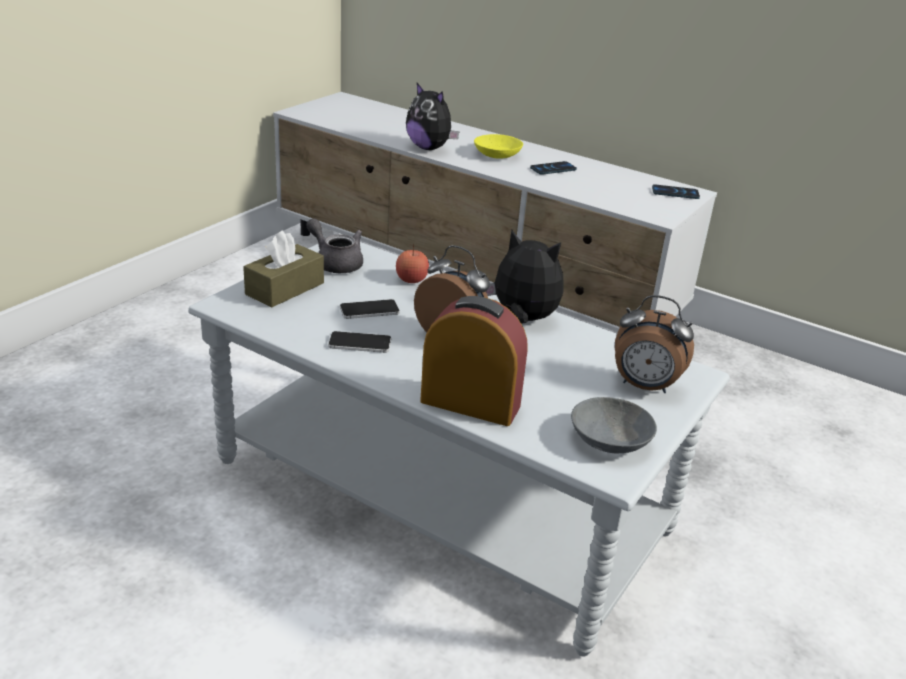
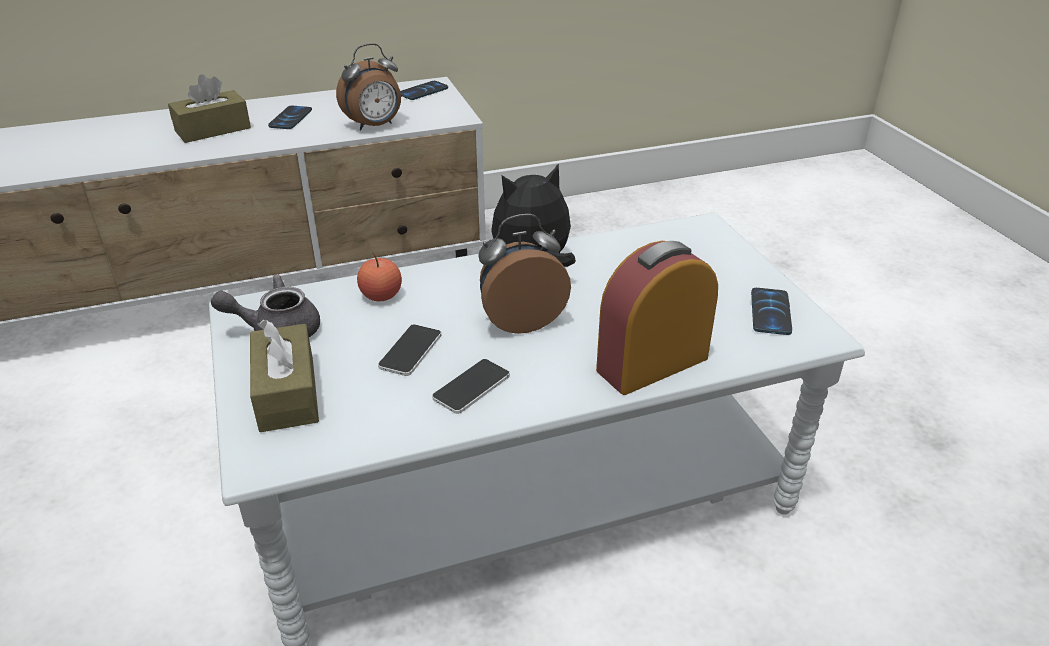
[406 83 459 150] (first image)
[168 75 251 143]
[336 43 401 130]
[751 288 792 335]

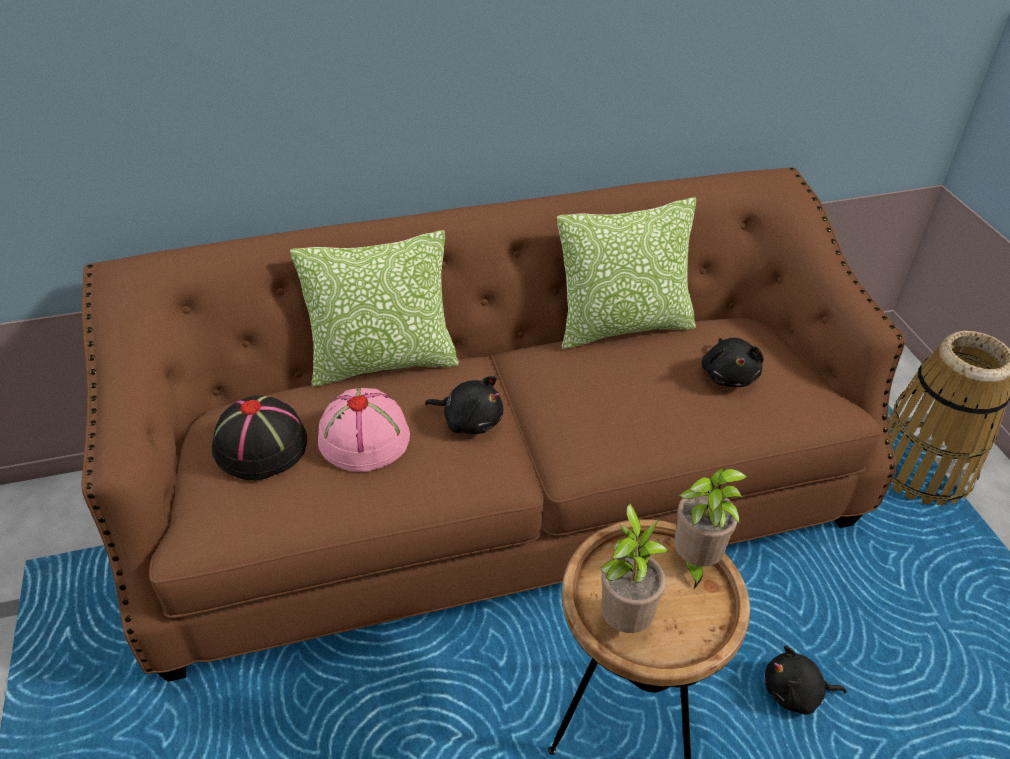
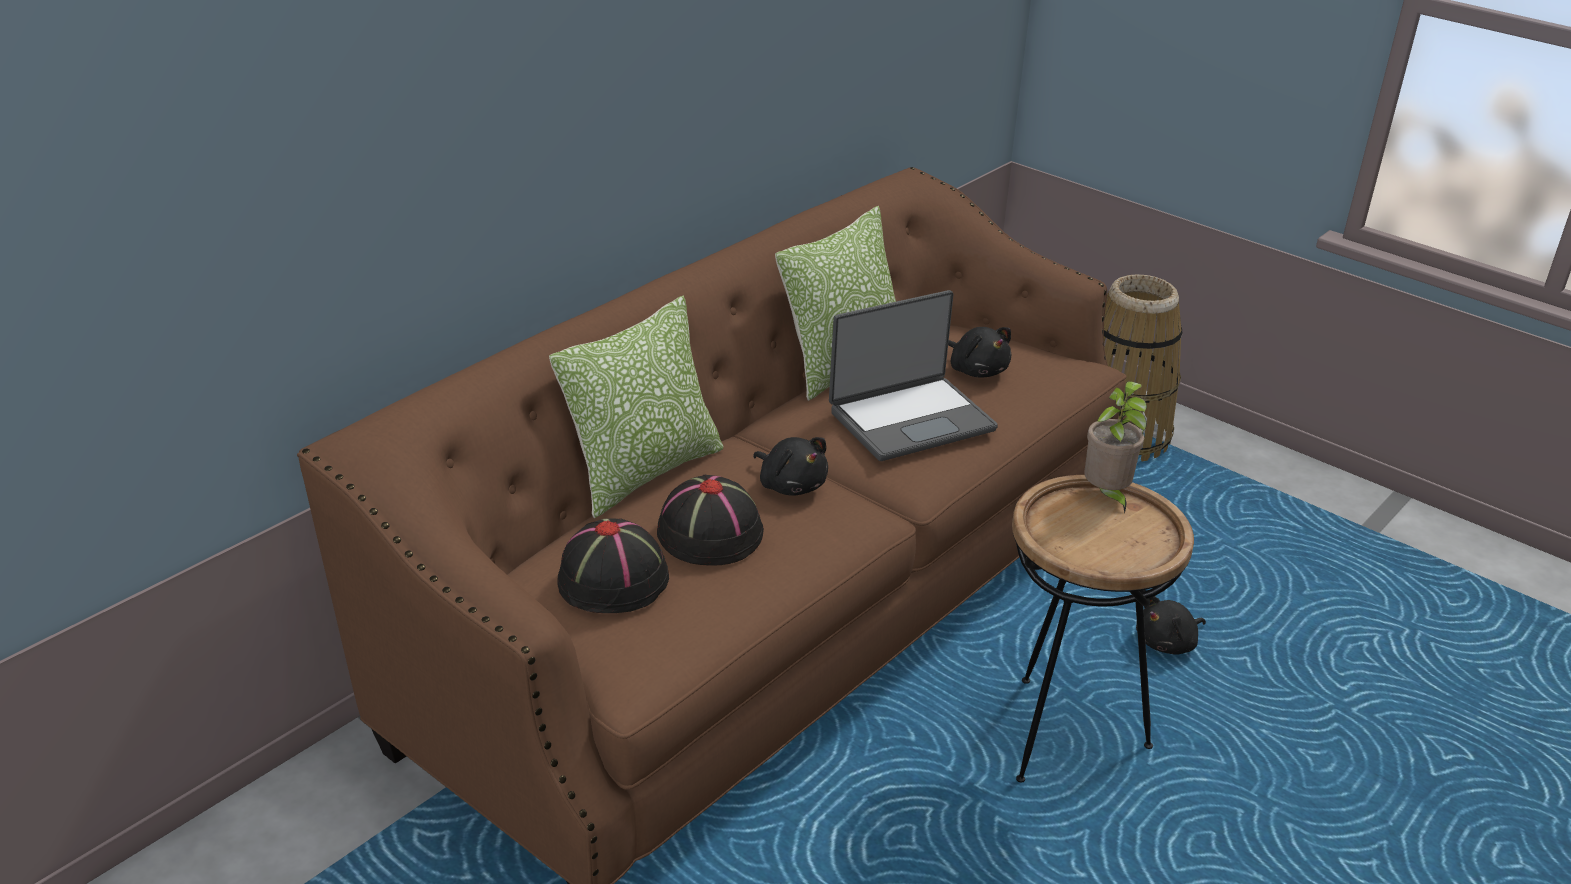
[753 437 828 496]
[657 475 764 566]
[600 504 669 633] (first image)
[829 290 998 461]

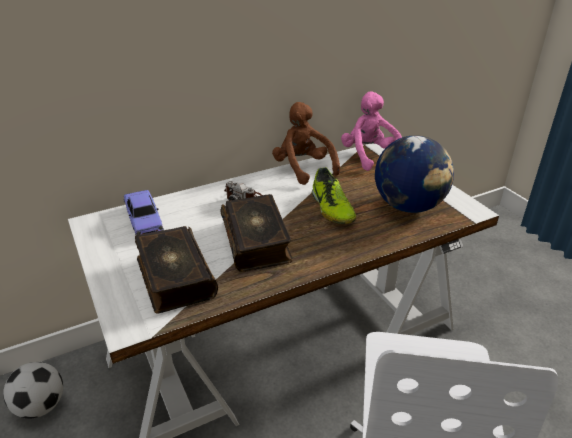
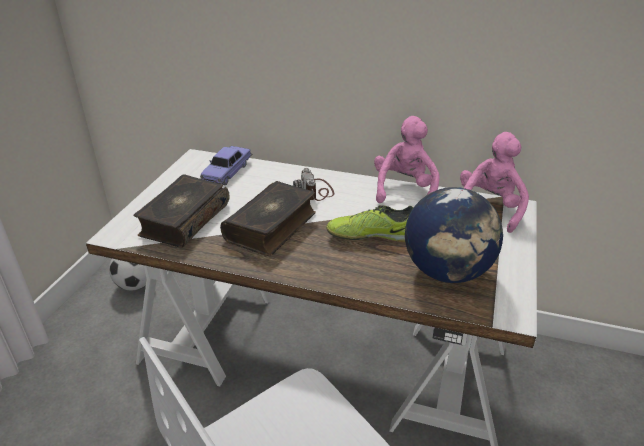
[374 116 440 203]
[326 205 413 242]

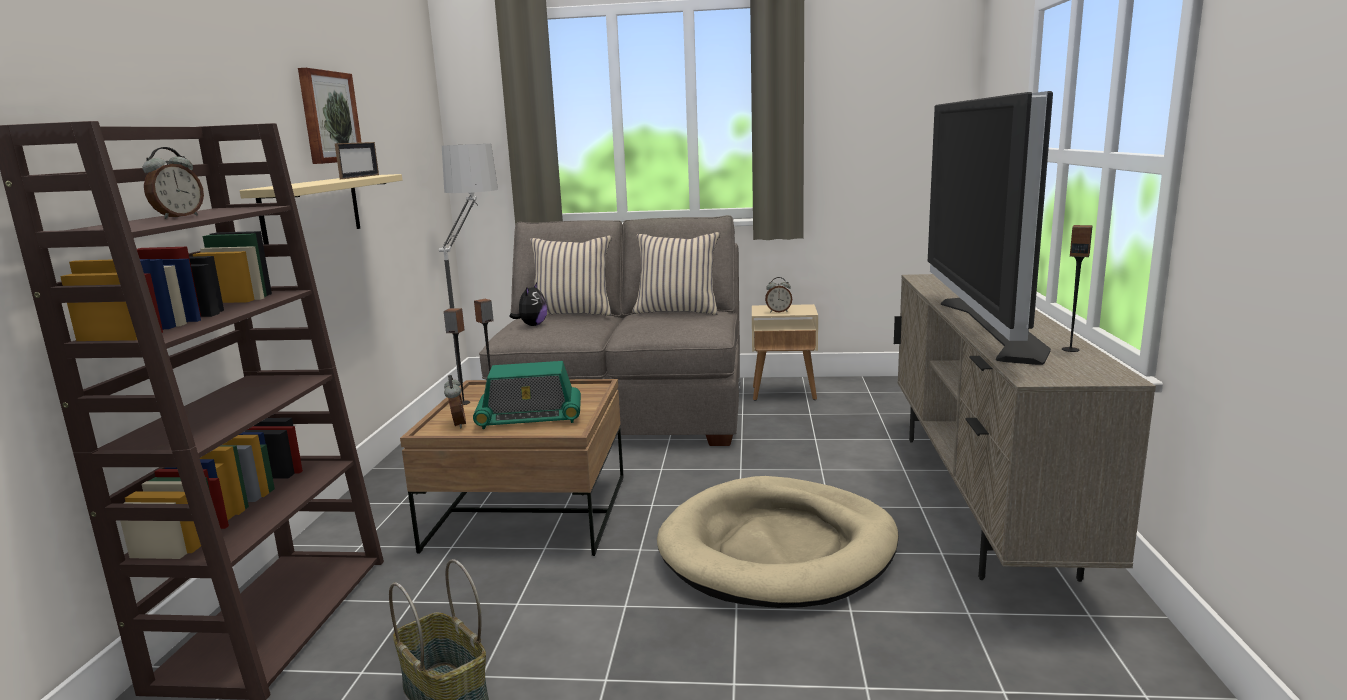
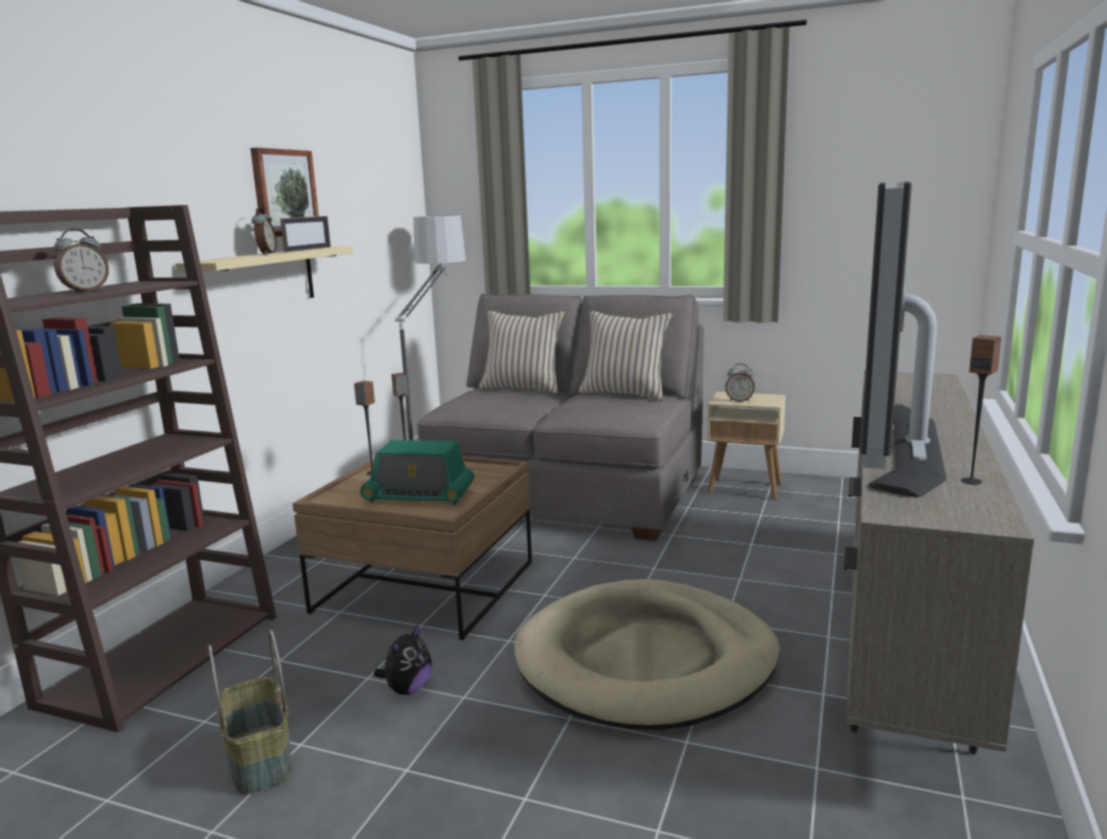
[374 624 432 695]
[251 207 277 255]

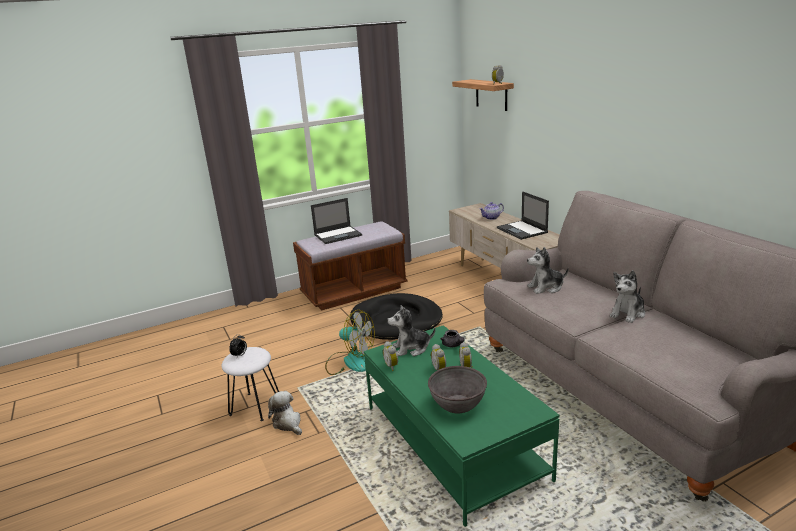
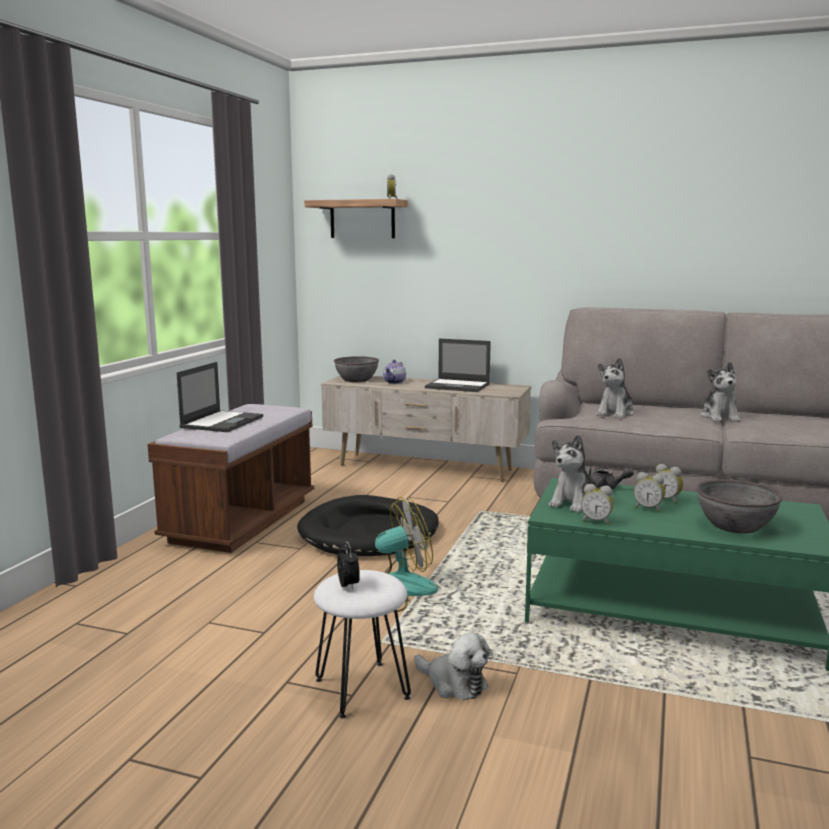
[414 632 490 700]
[334 356 379 382]

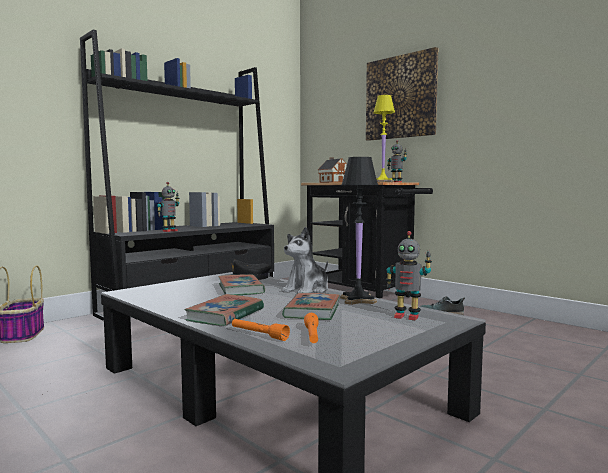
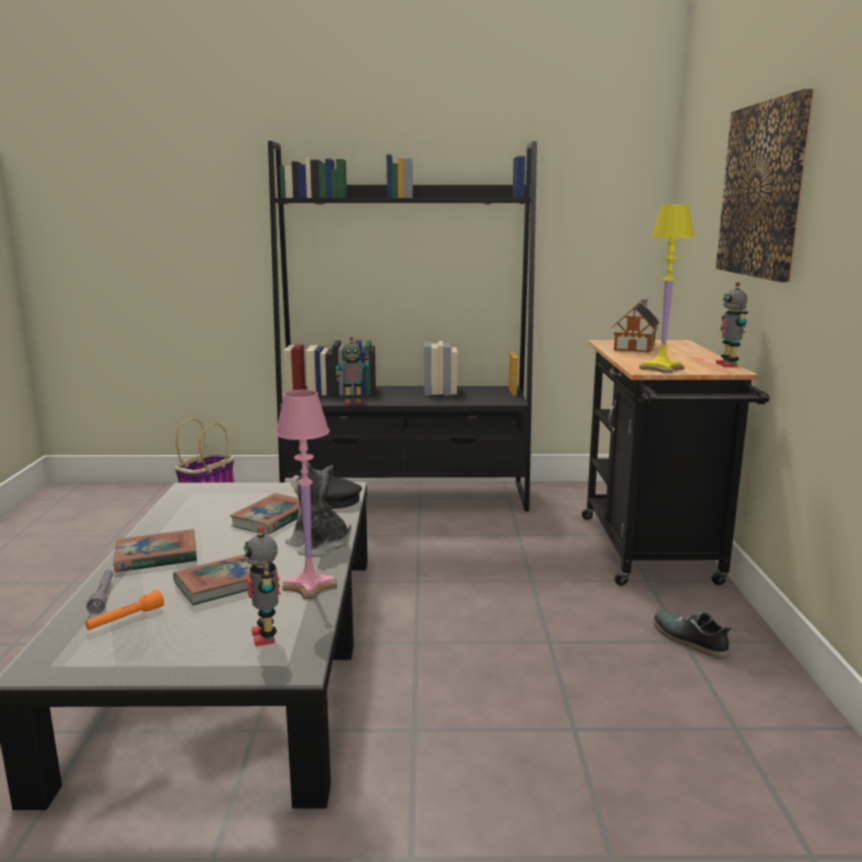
[276 390 337 600]
[286 462 351 557]
[86 570 113 614]

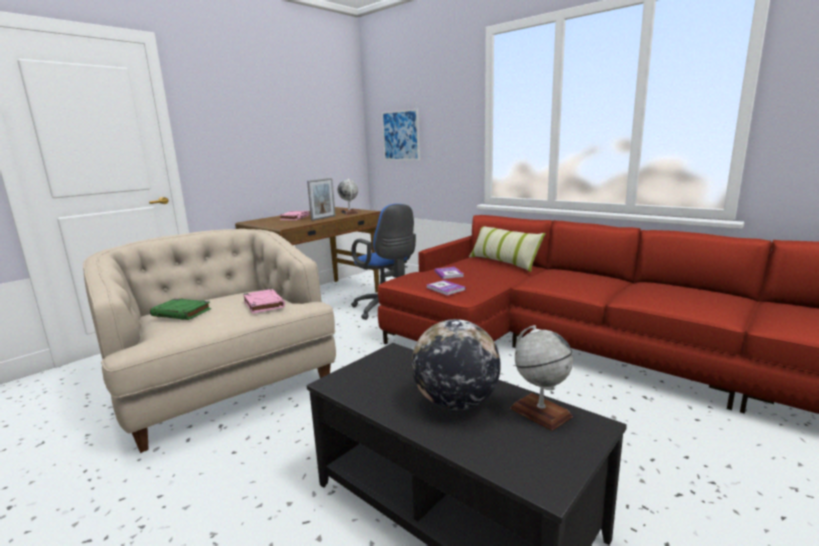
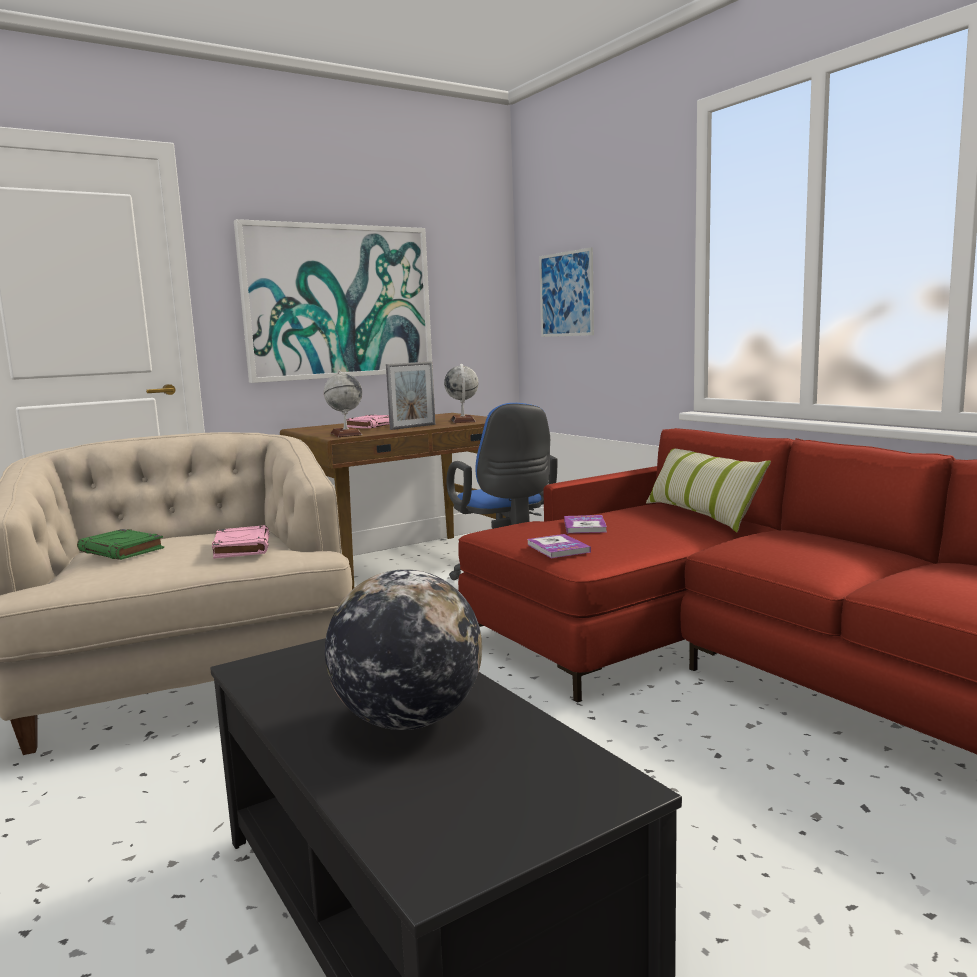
[324 371 362 437]
[234 219 433 383]

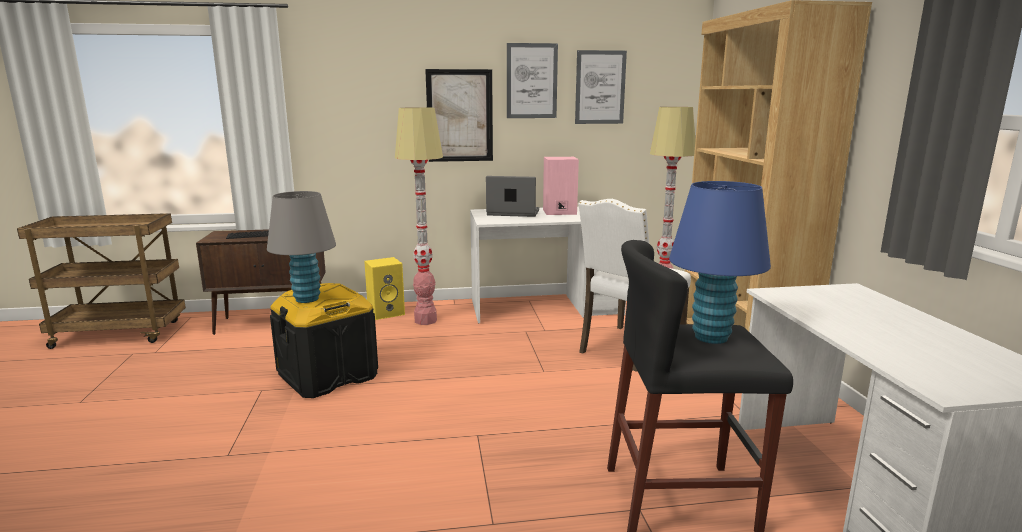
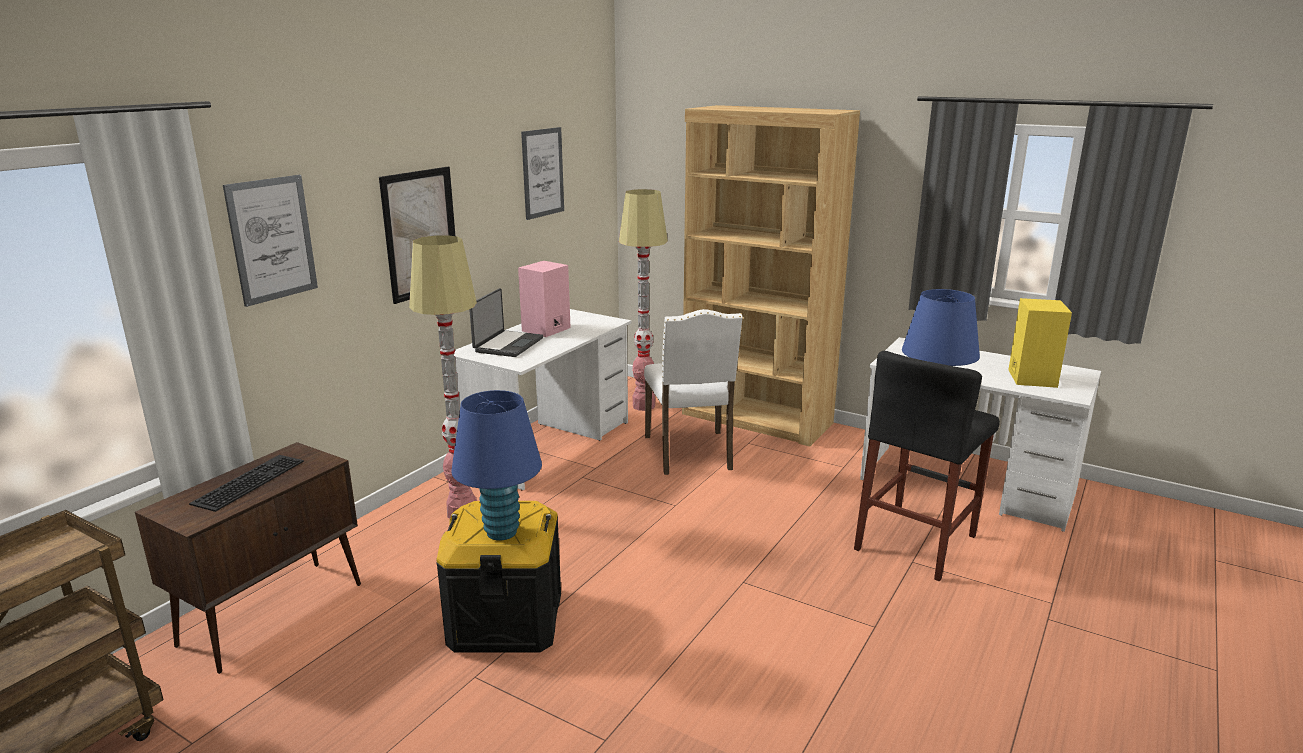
[223 175 318 307]
[469 288 543 357]
[451 390 542 541]
[1008 298 1072 388]

